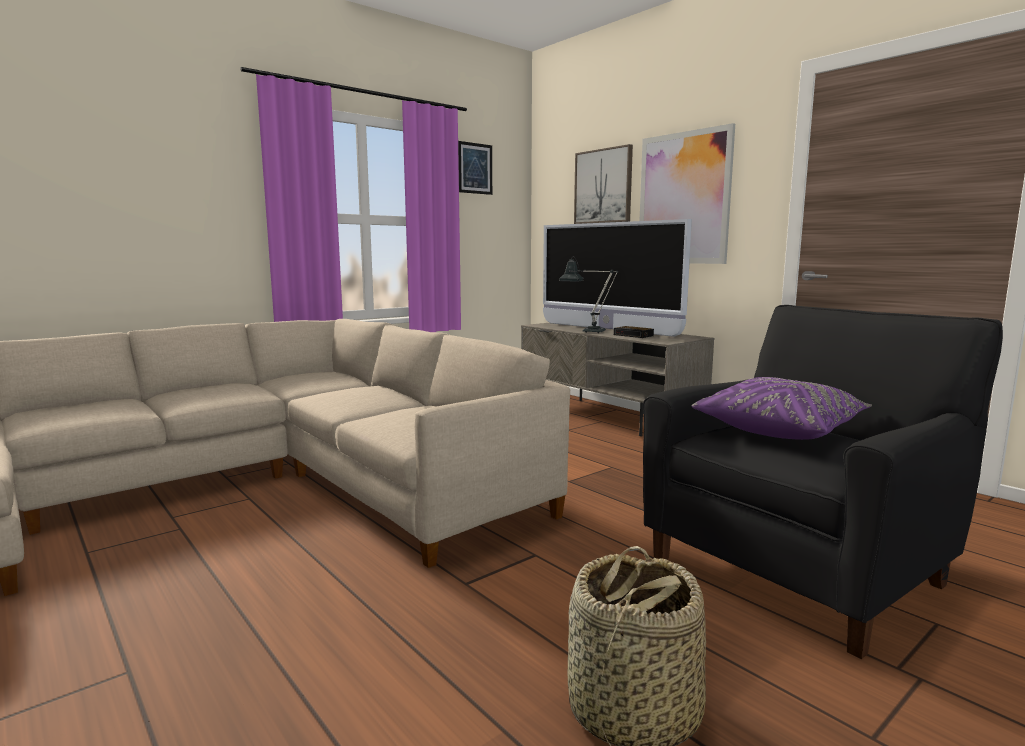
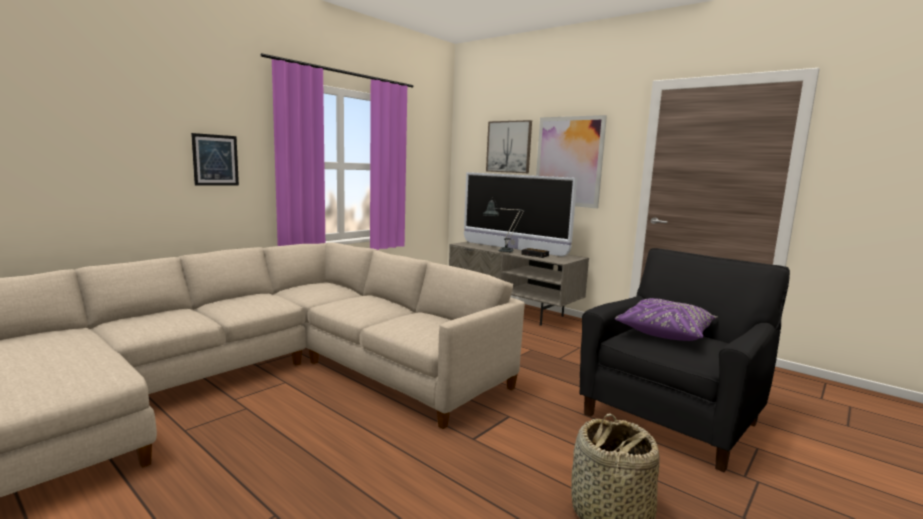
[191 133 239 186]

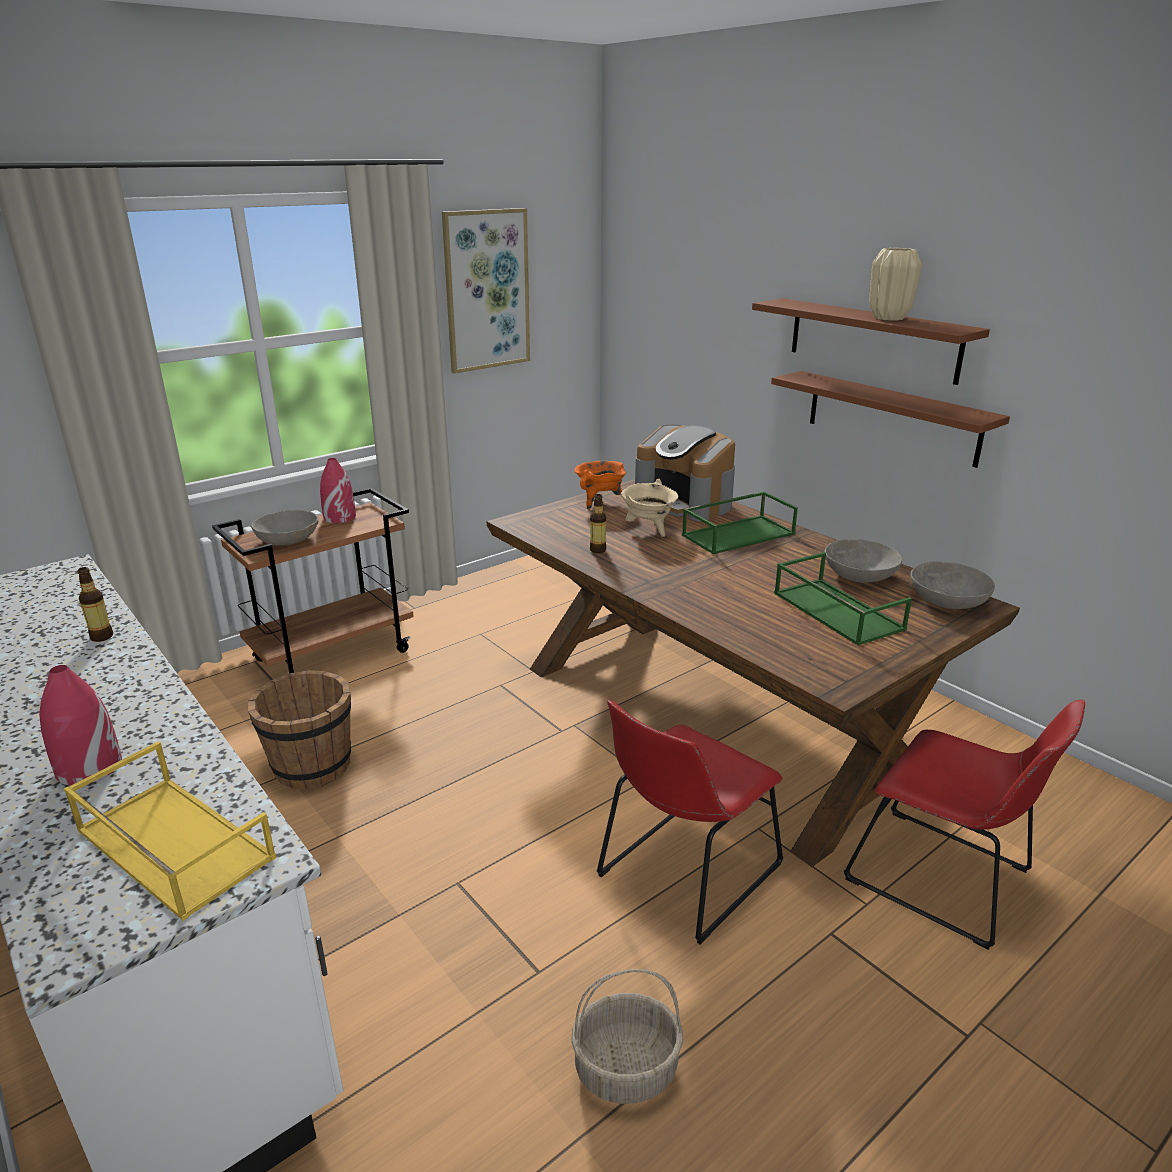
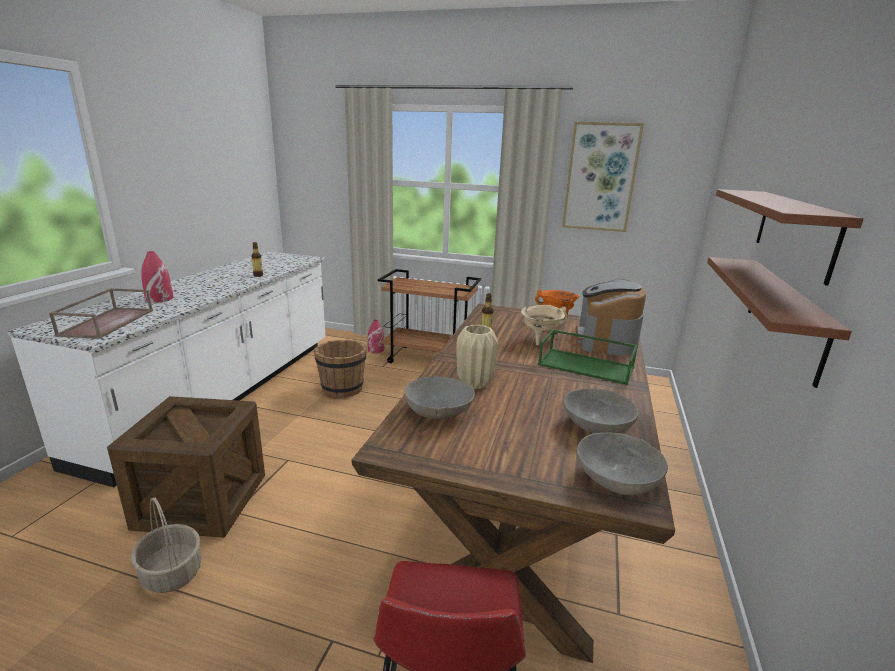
[456 325 498 389]
[368 320 384 353]
[404 376 475 419]
[774 552 912 646] (first image)
[597 700 783 945] (first image)
[49 288 153 339]
[107 396 265 538]

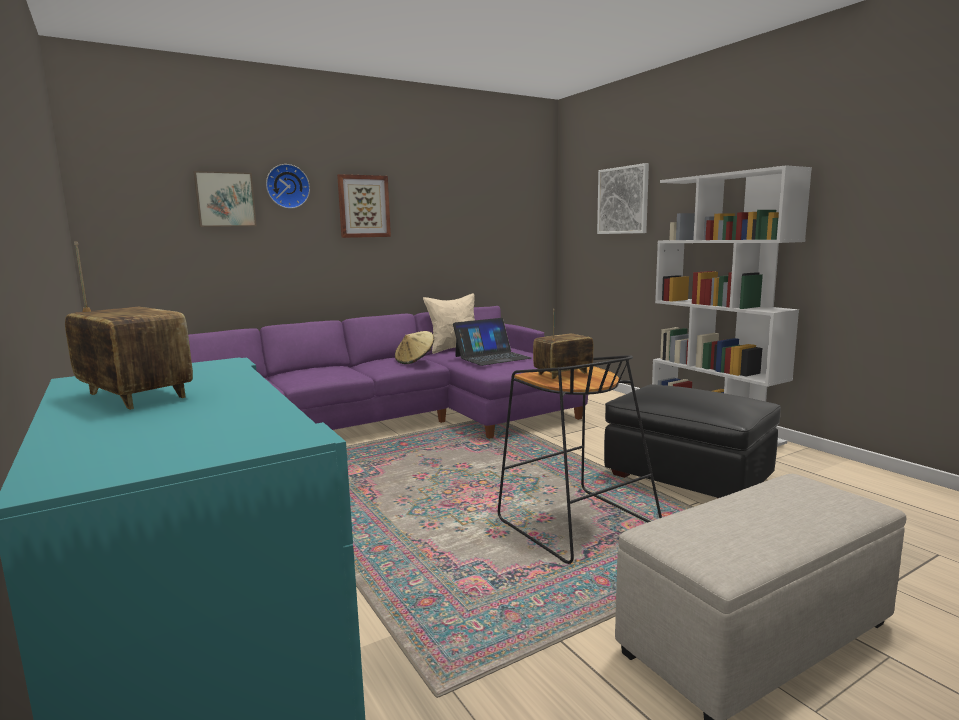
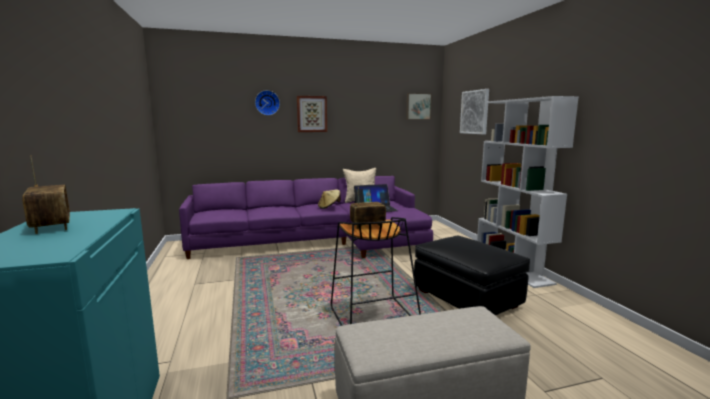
[406 93 432 120]

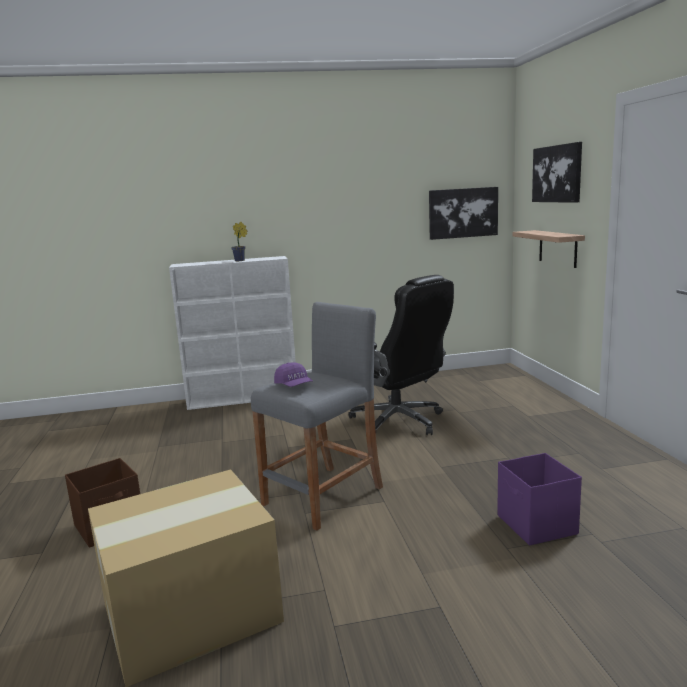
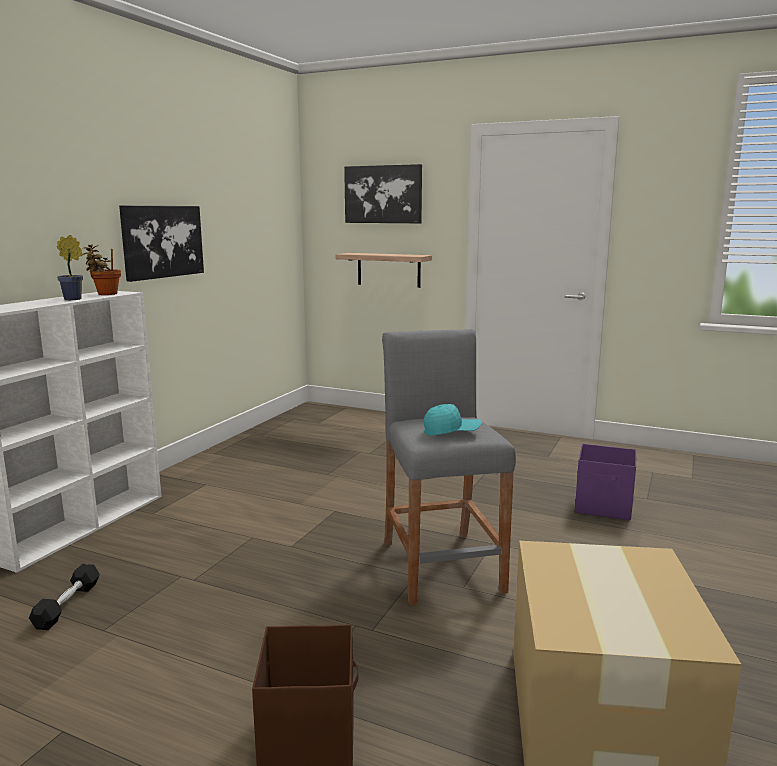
[119 205 204 282]
[348 275 454 435] (first image)
[424 404 482 436]
[83 244 121 295]
[29 564 100 630]

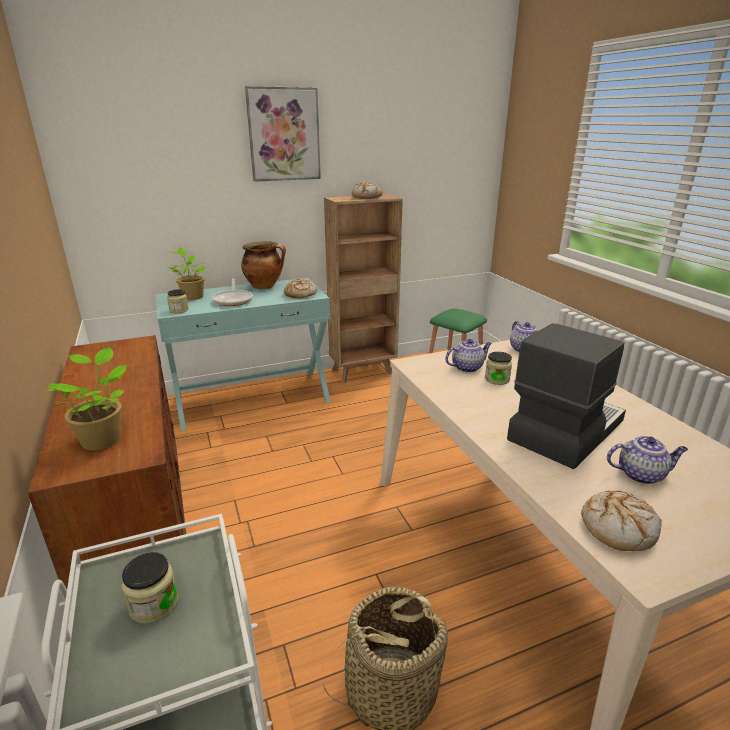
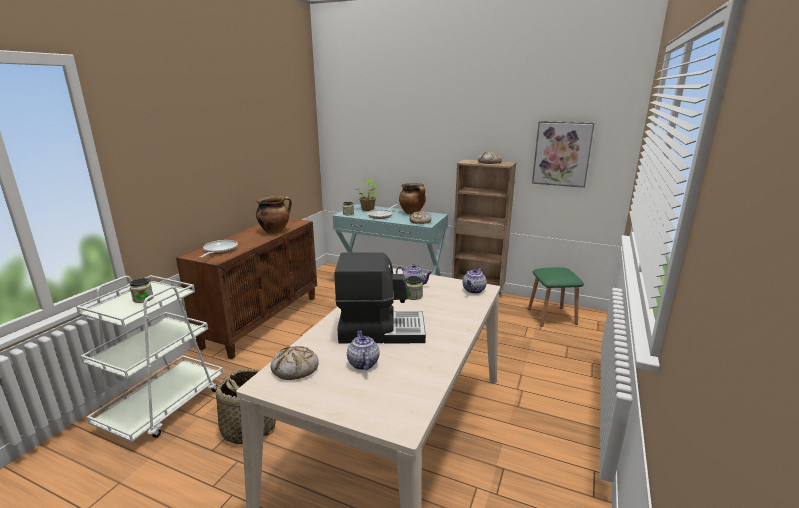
[532 121 595 188]
[200 240 238 258]
[347 330 379 370]
[256 196 292 234]

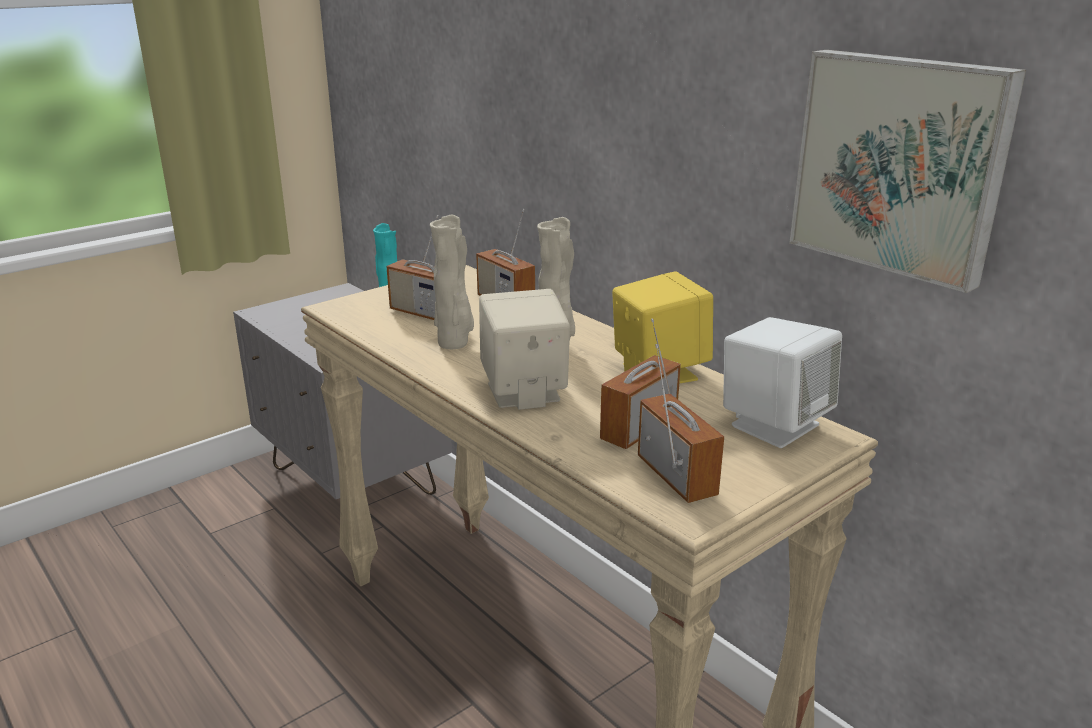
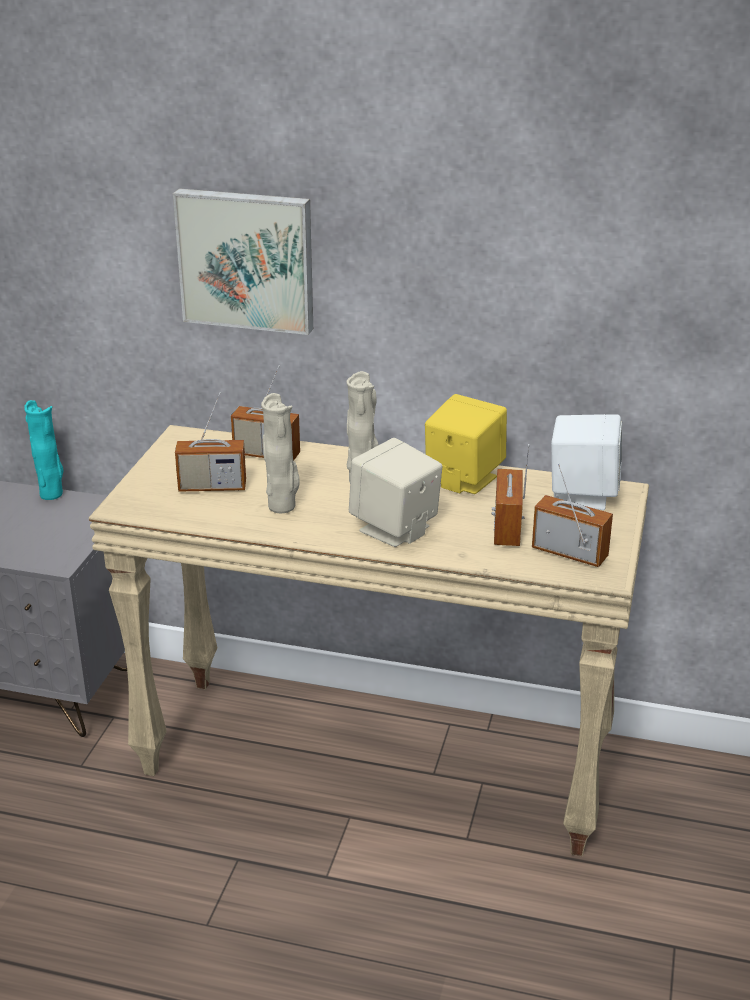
[173 188 313 335]

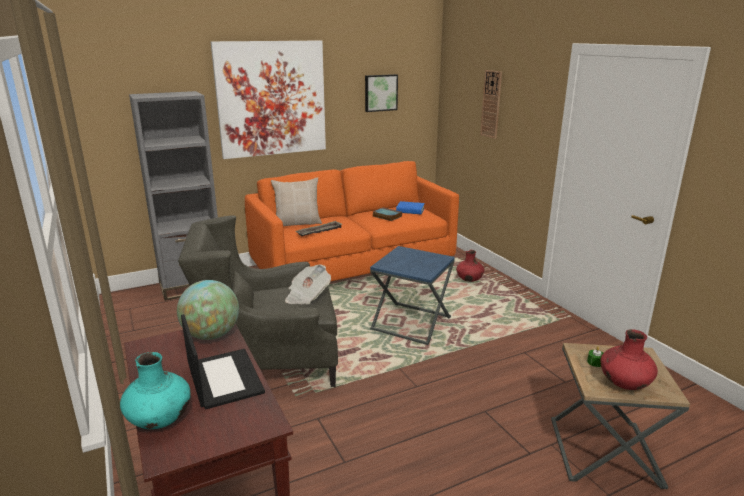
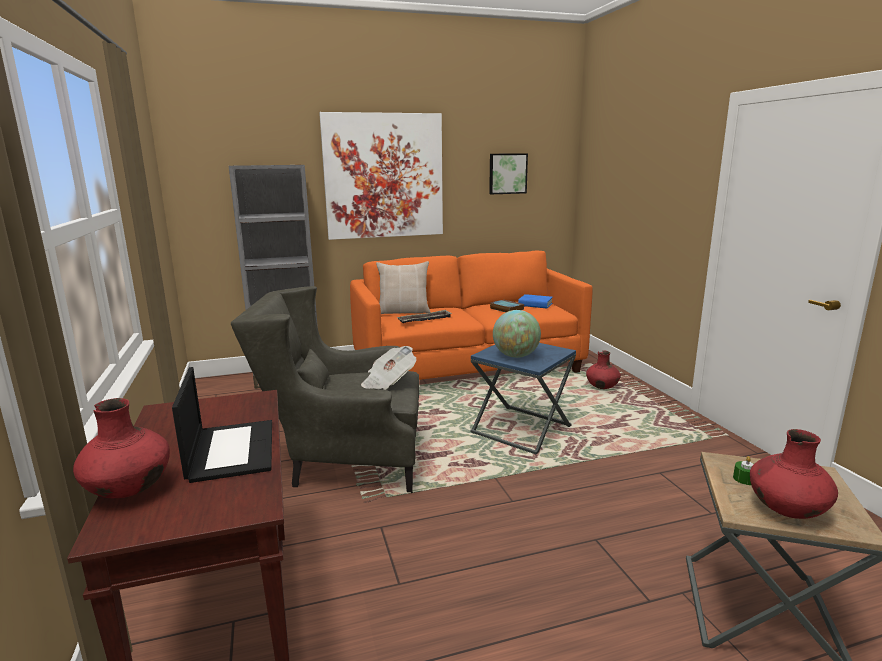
[480 70 502 139] (first image)
[493 310 541 358]
[73 398 170 498]

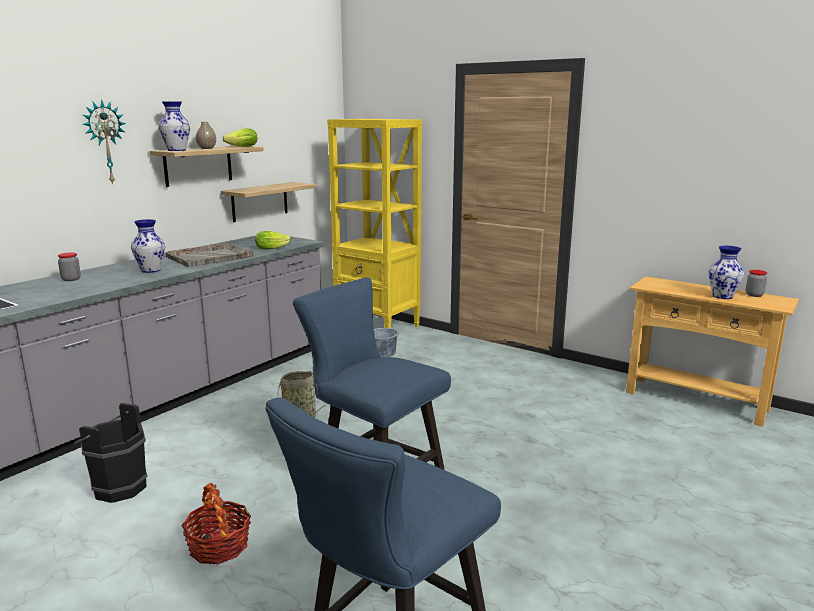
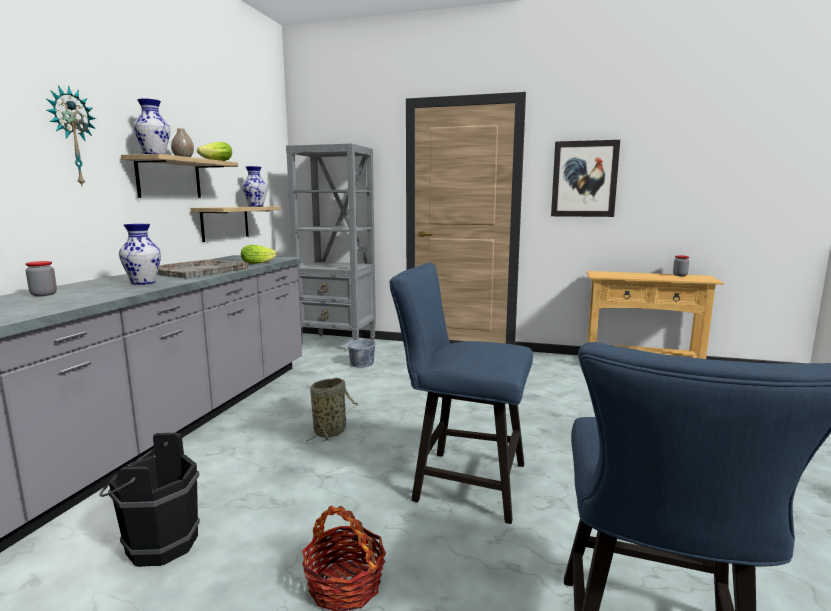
[286 143 376 344]
[242 166 267 207]
[551 140 620 217]

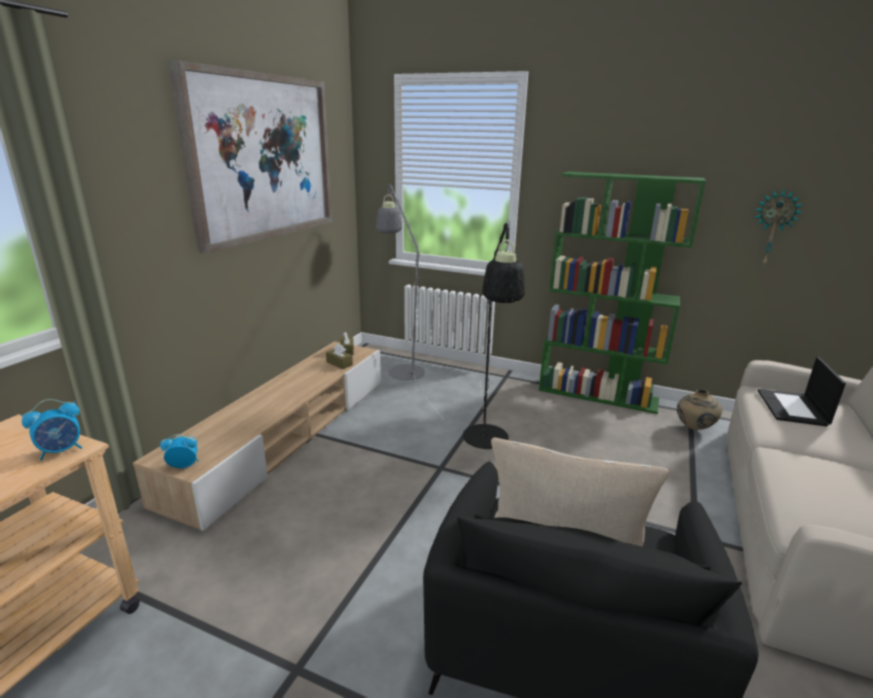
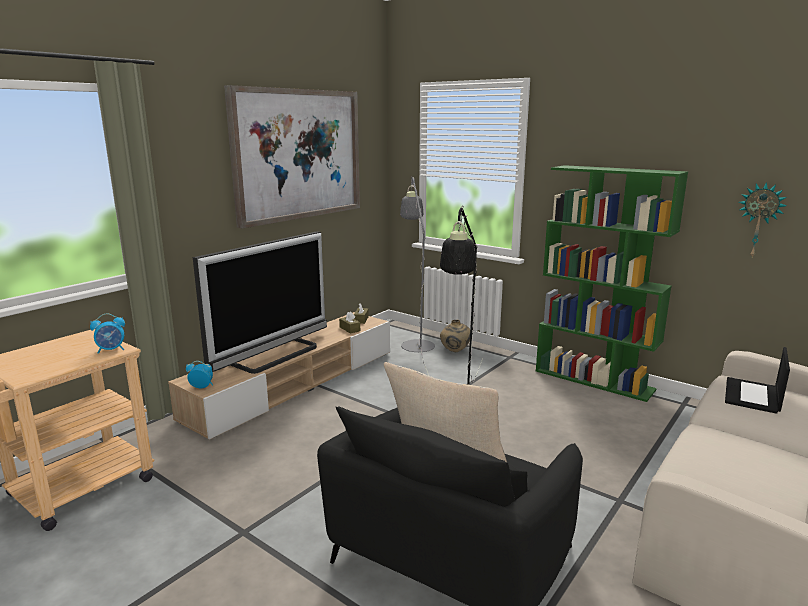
[440 320 470 352]
[193 231 327 374]

